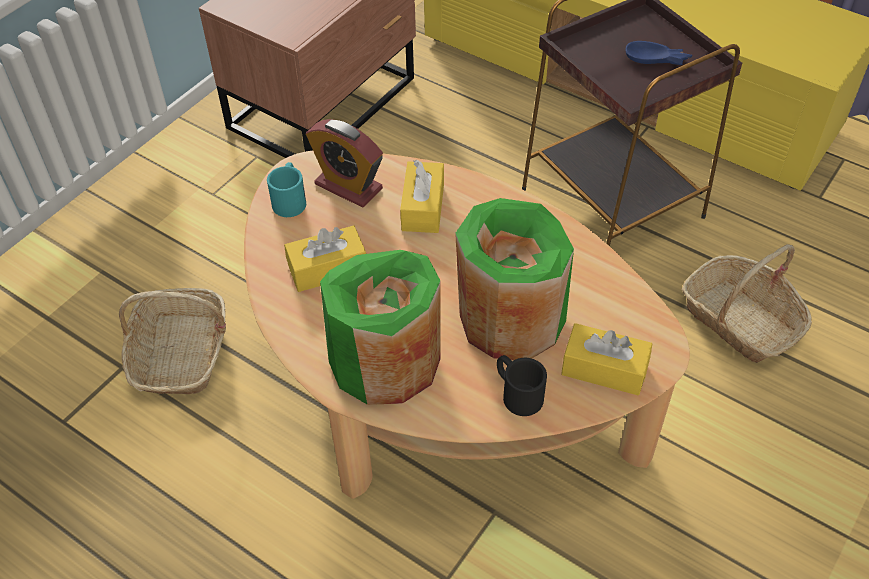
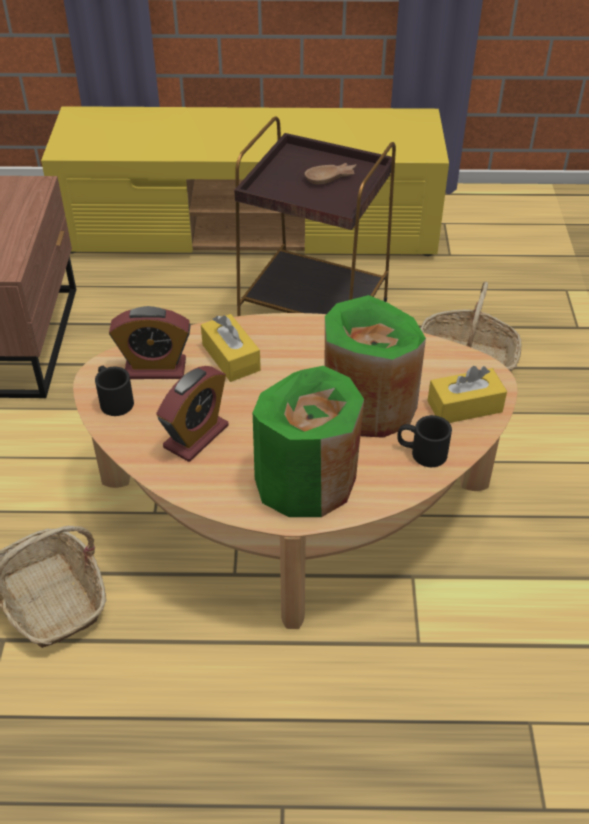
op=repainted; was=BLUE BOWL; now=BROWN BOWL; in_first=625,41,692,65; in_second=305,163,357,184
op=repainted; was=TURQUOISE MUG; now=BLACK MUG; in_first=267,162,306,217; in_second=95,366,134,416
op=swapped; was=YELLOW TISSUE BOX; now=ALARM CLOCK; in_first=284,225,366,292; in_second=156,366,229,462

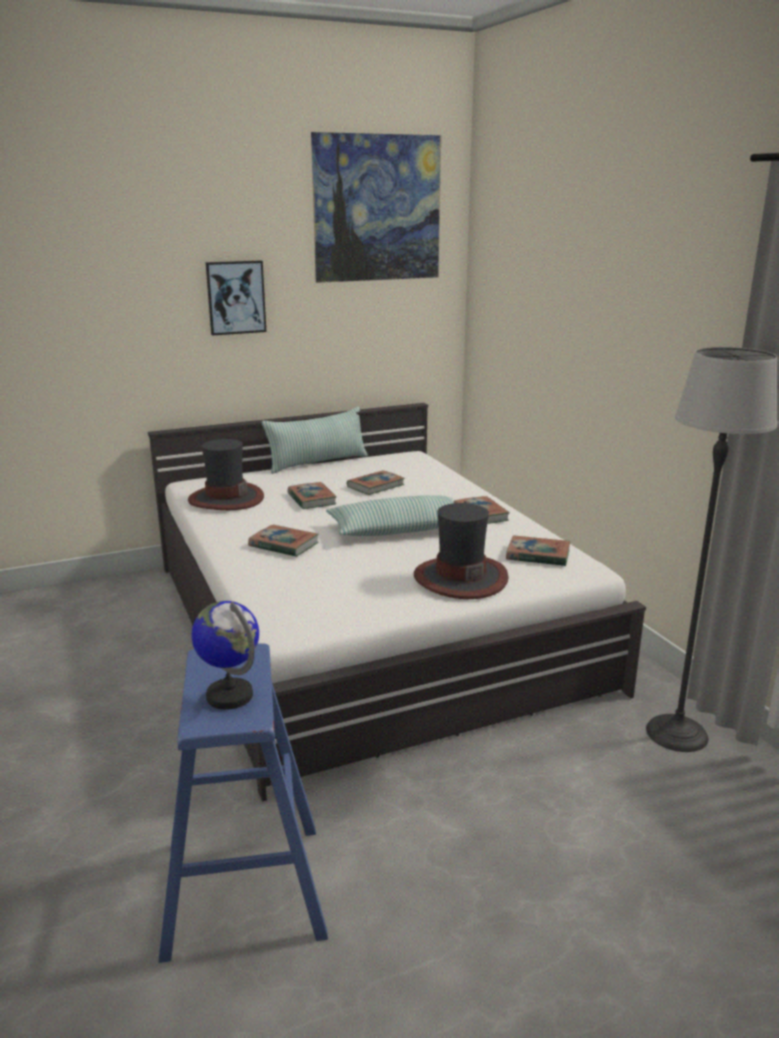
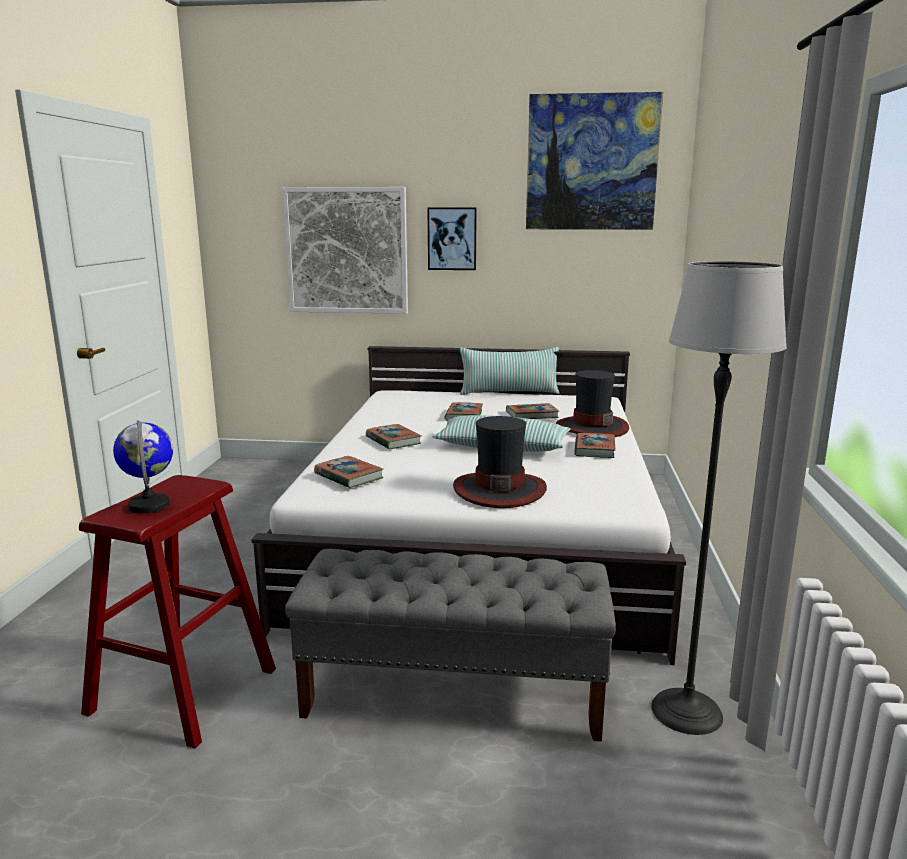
op=shifted; was=HAT; in_first=188,439,264,510; in_second=556,370,629,437
op=shifted; was=BOOK; in_first=506,535,570,566; in_second=314,456,383,488
op=repainted; was=BLUE STOOL; now=RED STOOL; in_first=158,643,328,963; in_second=79,475,276,749
op=new; now=PICTURE; in_second=282,187,408,314
op=new; now=GREY BENCH; in_second=285,549,616,742

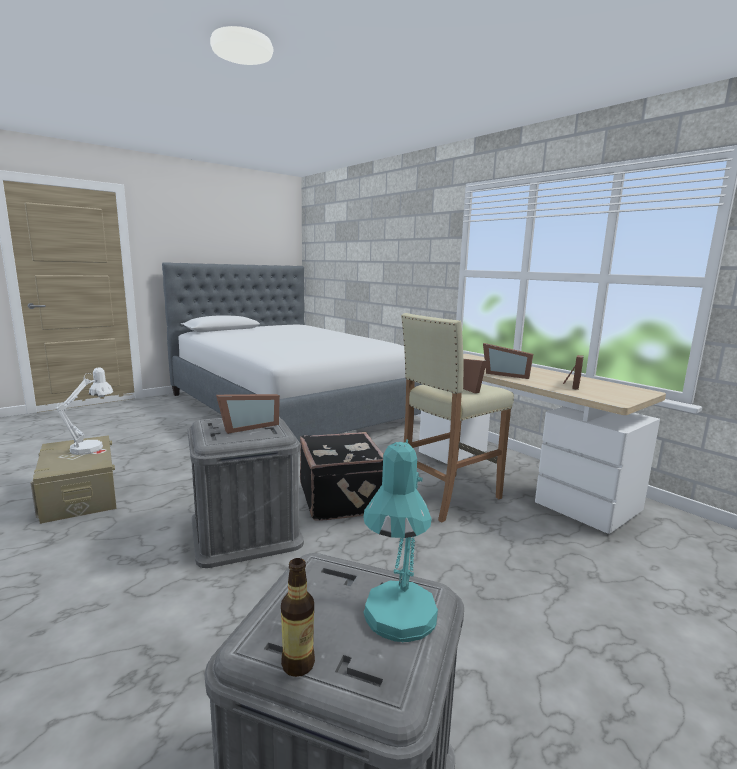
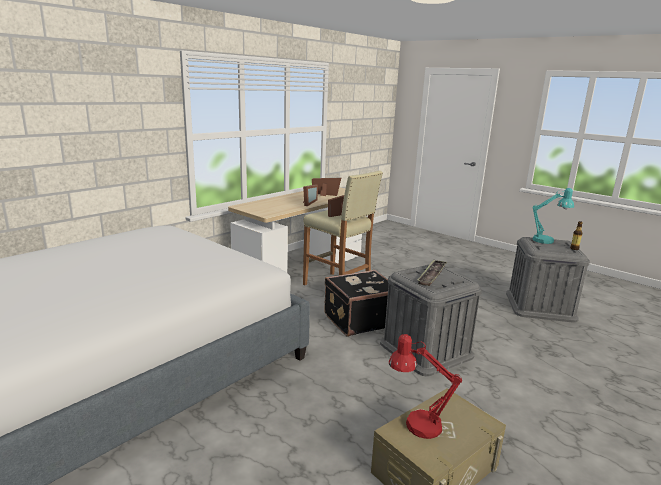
op=repainted; was=WHITE TABLE LAMP; now=RED TABLE LAMP; in_first=56,367,113,455; in_second=389,334,462,439
op=swapped; was=PICTURE FRAME; now=TRAY; in_first=216,394,280,434; in_second=418,260,447,286

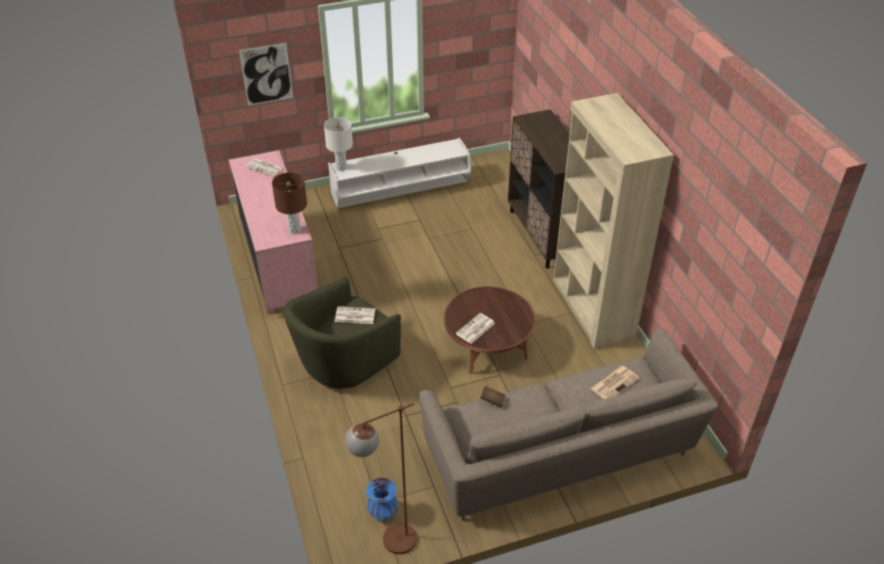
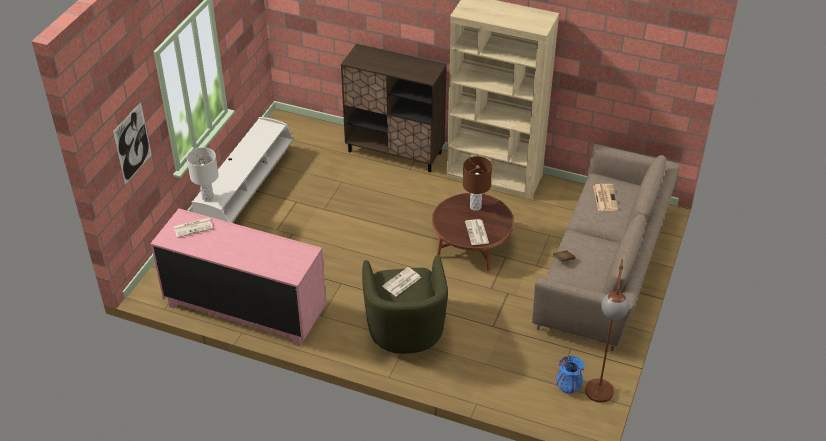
op=shifted; was=BROWN TABLE LAMP; in_first=272,172,307,234; in_second=463,156,492,211

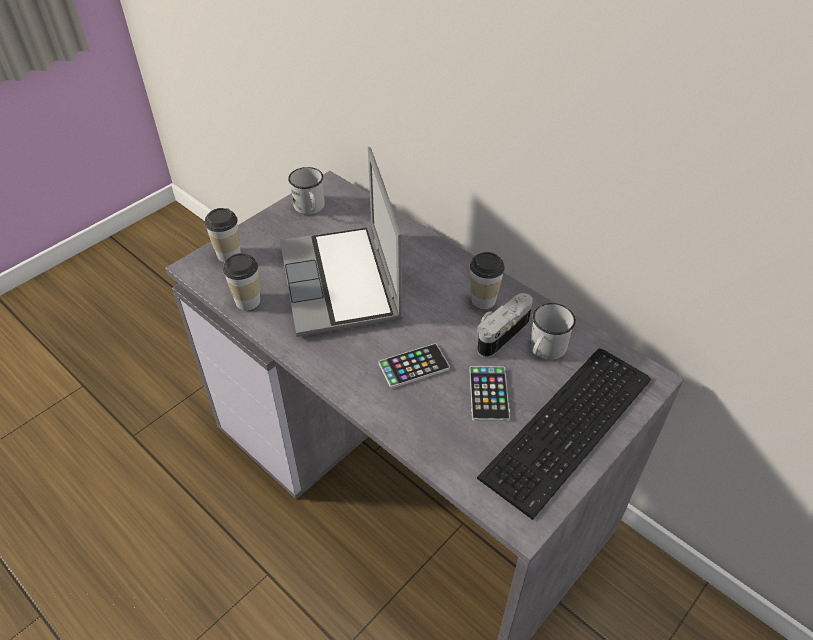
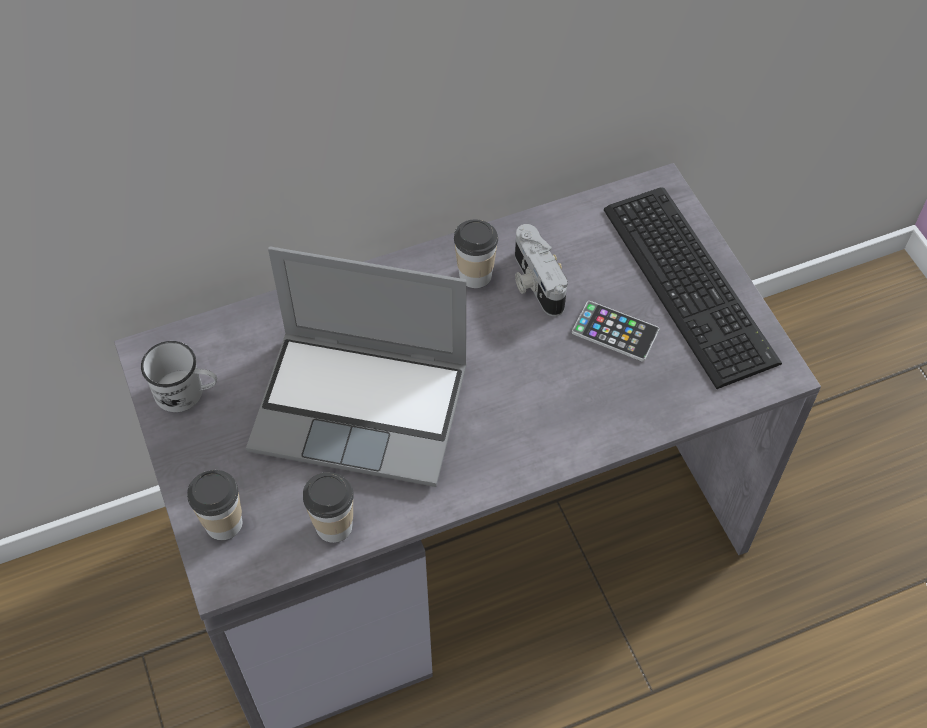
op=gone; was=WHITE MUG; in_first=529,303,576,360
op=gone; was=PHONE; in_first=379,343,450,388

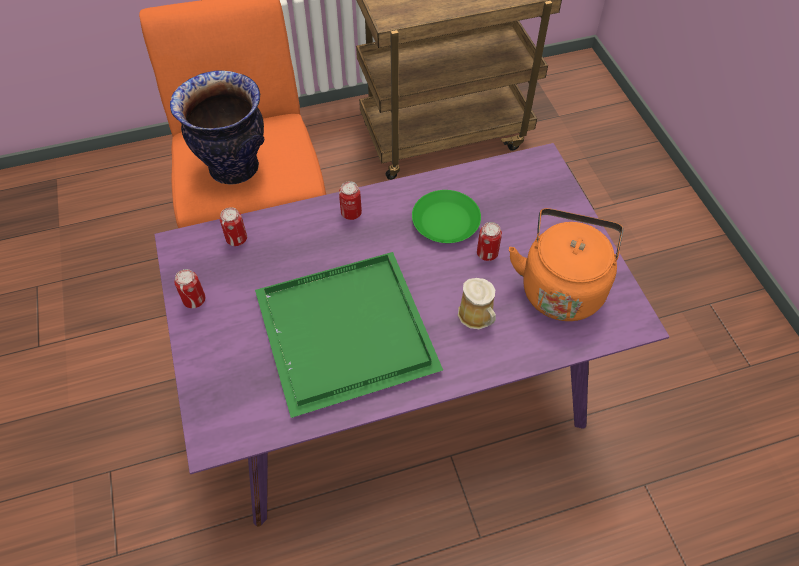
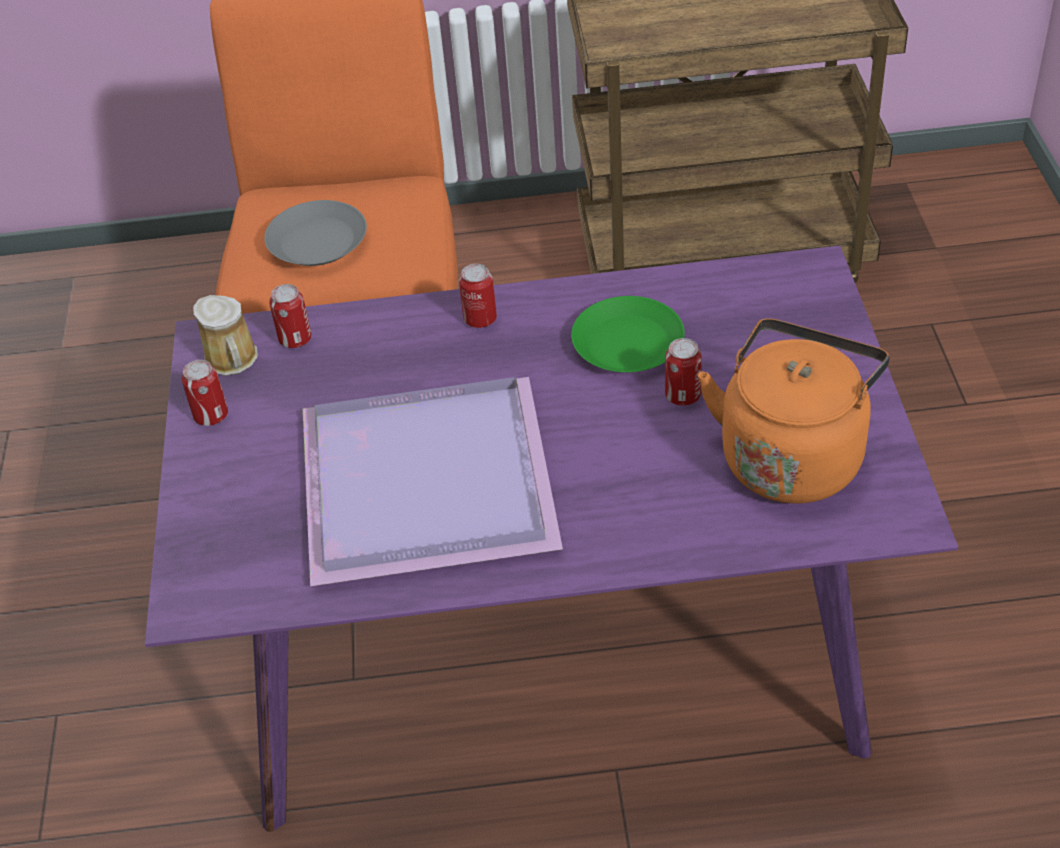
op=swapped; was=VASE; now=GREY PLATE; in_first=170,70,264,185; in_second=264,200,367,266
op=repainted; was=GREEN TRAY; now=PURPLE TRAY; in_first=255,252,443,418; in_second=303,377,563,586
op=shifted; was=MUG; in_first=458,278,496,329; in_second=193,295,258,376

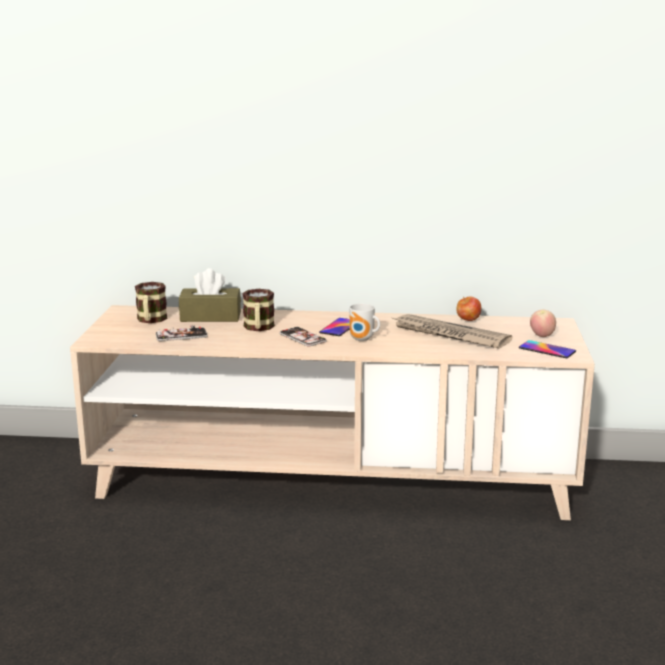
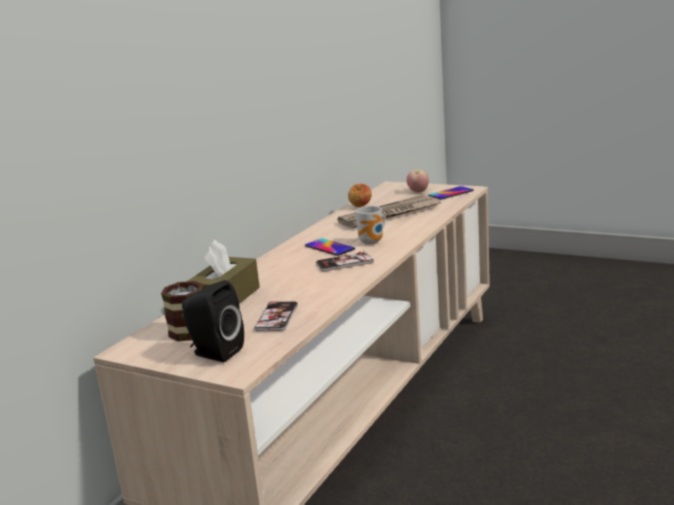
op=gone; was=MUG; in_first=242,289,275,331
op=new; now=BLACK SPEAKER; in_second=182,280,244,362

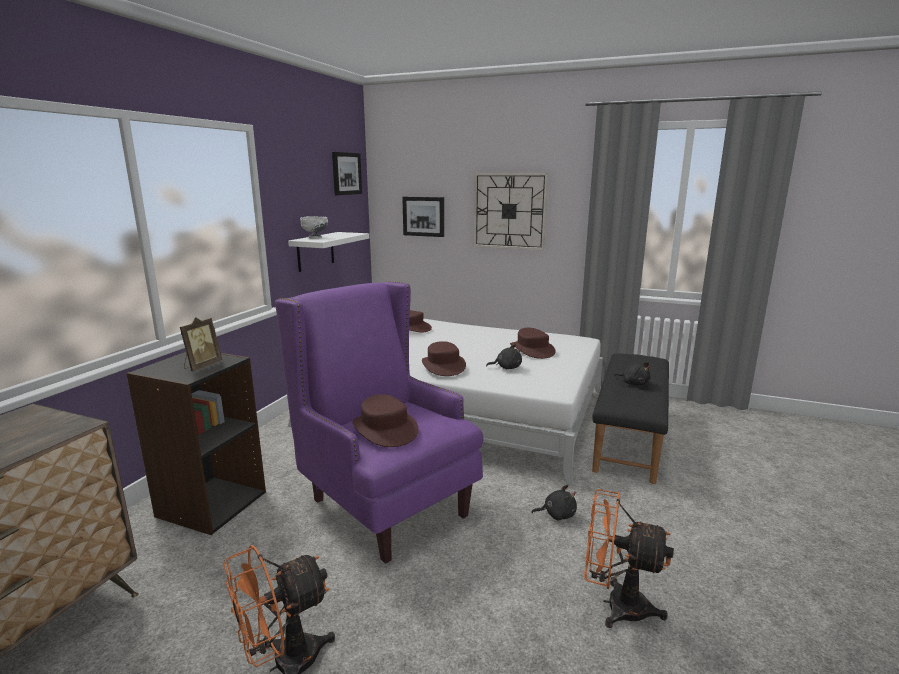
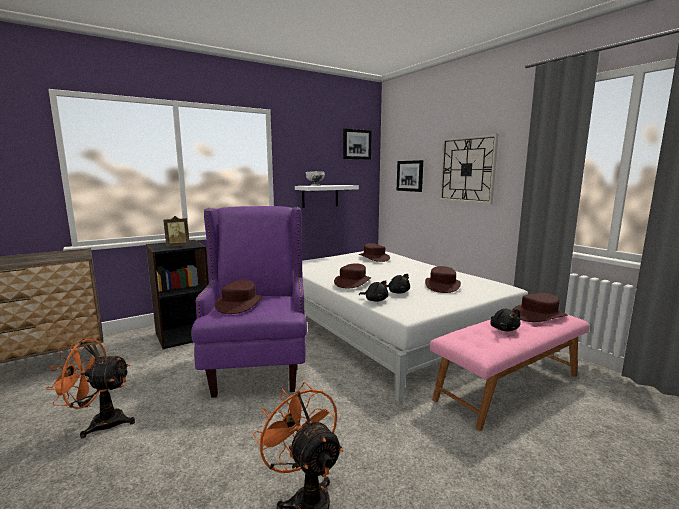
op=repainted; was=BLACK BENCH; now=PINK BENCH; in_first=592,353,669,484; in_second=430,314,590,431
op=shifted; was=BLACK PLUSH TOY; in_first=531,485,577,520; in_second=359,280,388,302
op=new; now=BROWN HAT; in_second=512,293,567,322

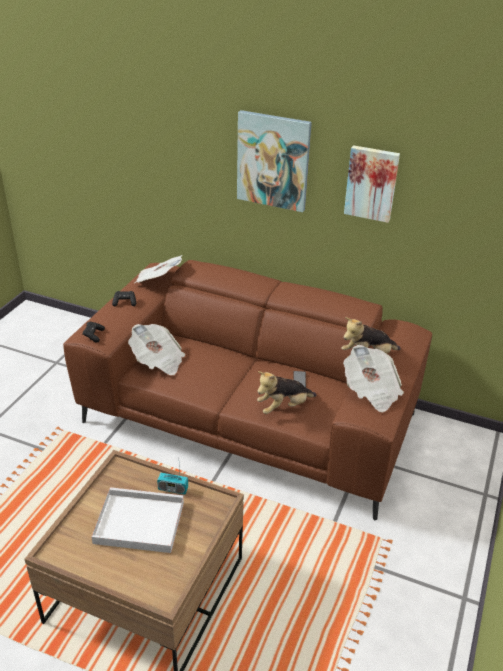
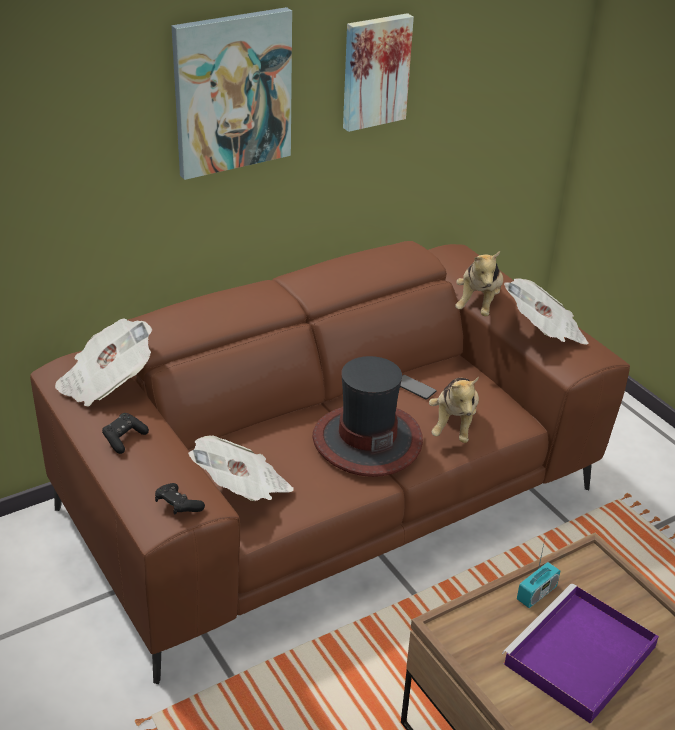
op=repainted; was=WHITE TRAY; now=PURPLE TRAY; in_first=91,487,184,553; in_second=502,584,659,723
op=new; now=HAT; in_second=312,356,423,477

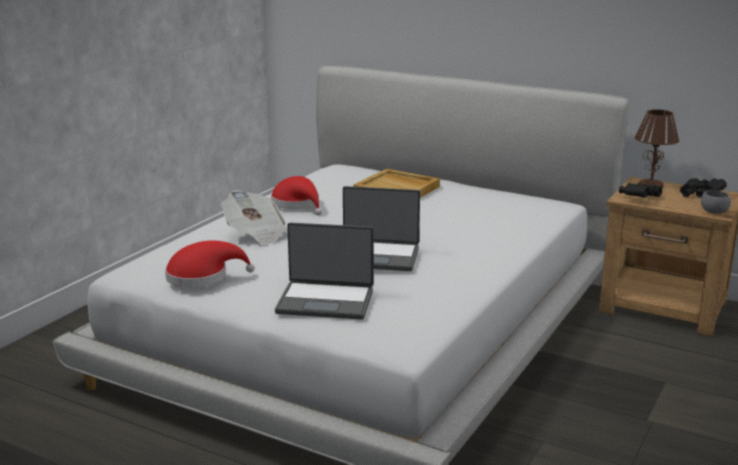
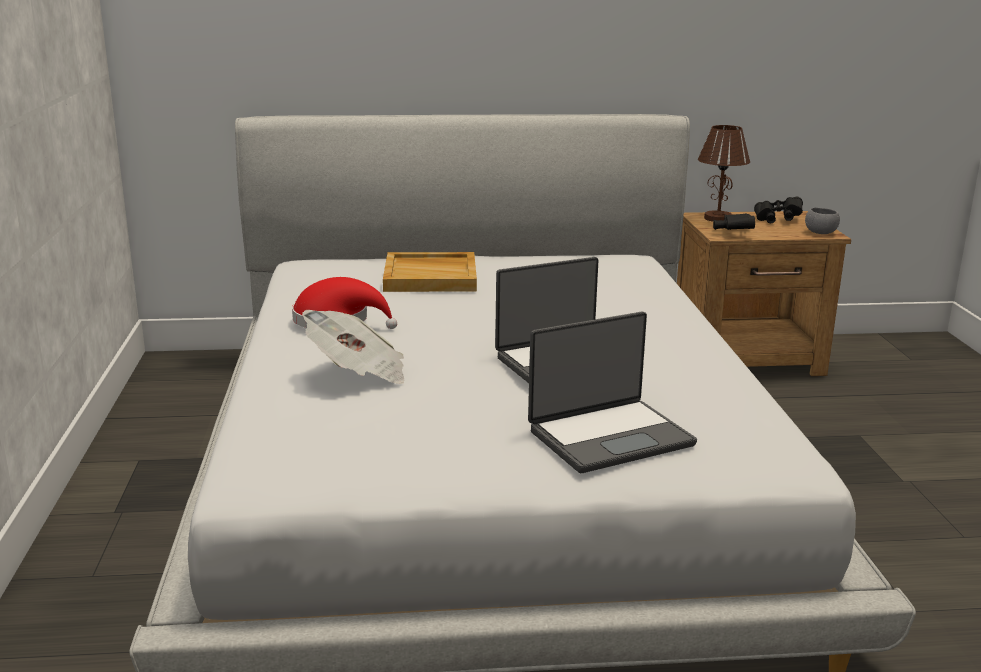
op=gone; was=RED HAT; in_first=165,241,255,287

